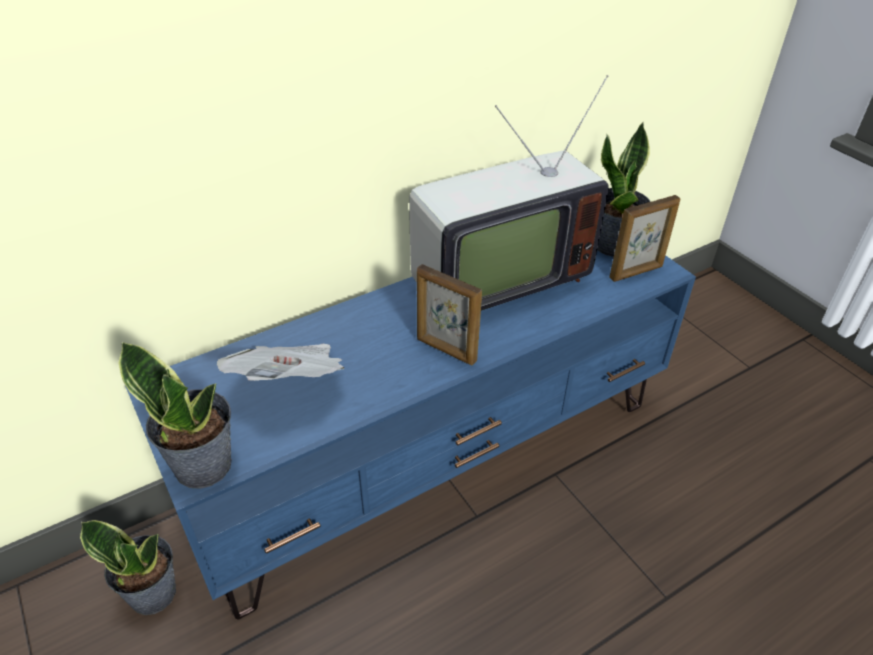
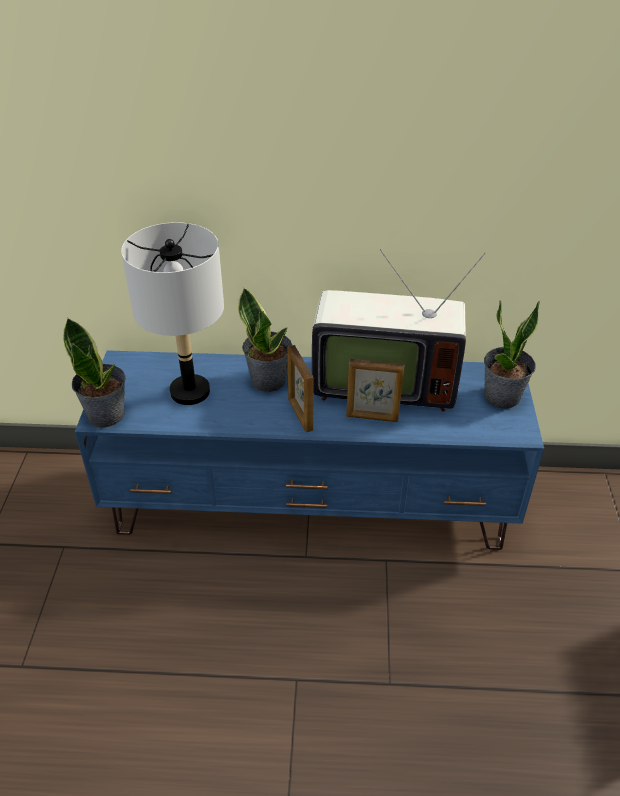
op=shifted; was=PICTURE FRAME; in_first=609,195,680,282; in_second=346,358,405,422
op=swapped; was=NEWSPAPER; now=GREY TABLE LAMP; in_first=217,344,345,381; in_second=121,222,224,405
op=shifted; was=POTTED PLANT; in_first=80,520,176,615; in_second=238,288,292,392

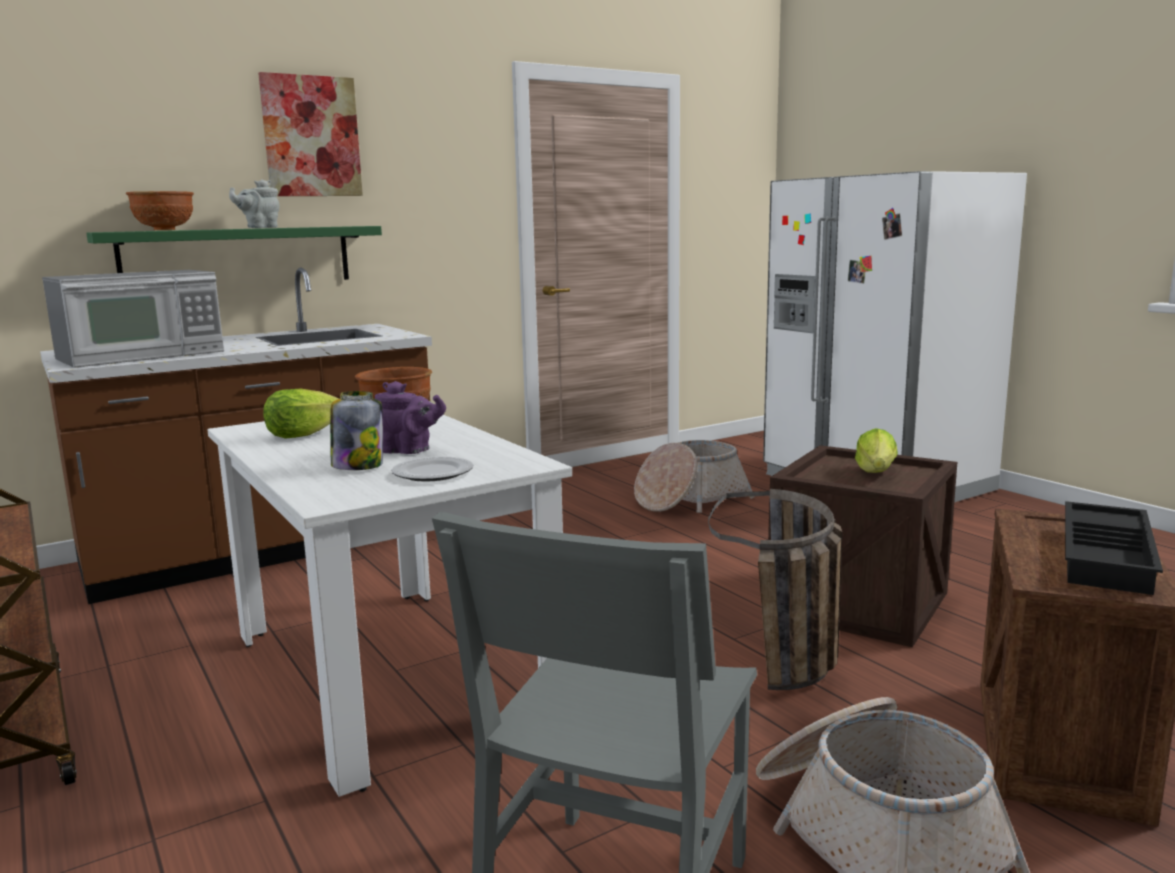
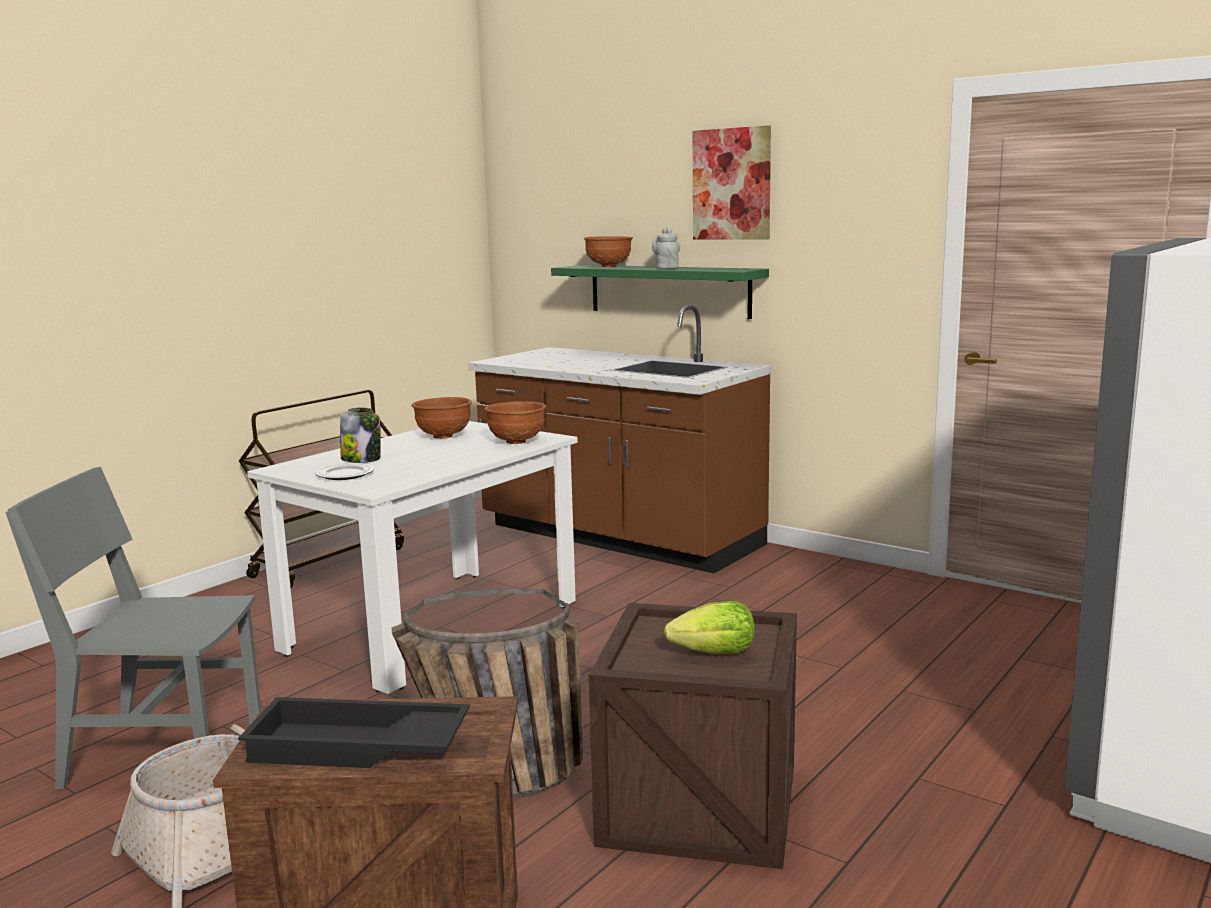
op=rotated; was=GREY TEAPOT; in_first=229,179,279,228; in_second=652,226,680,269; clockwise=60
op=gone; was=MICROWAVE; in_first=42,270,224,368
op=gone; was=PURPLE TEAPOT; in_first=375,381,446,454
op=swapped; was=LETTUCE; now=BROWN BOWL; in_first=263,389,338,438; in_second=412,397,472,439
op=gone; was=BASKET; in_first=634,440,755,513

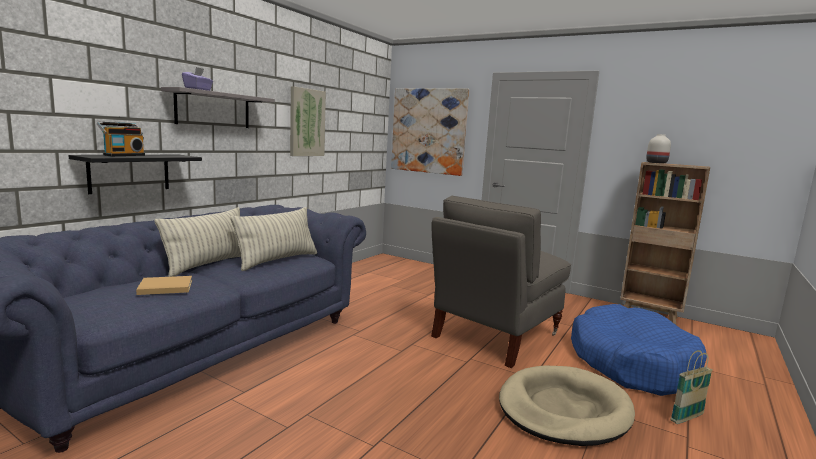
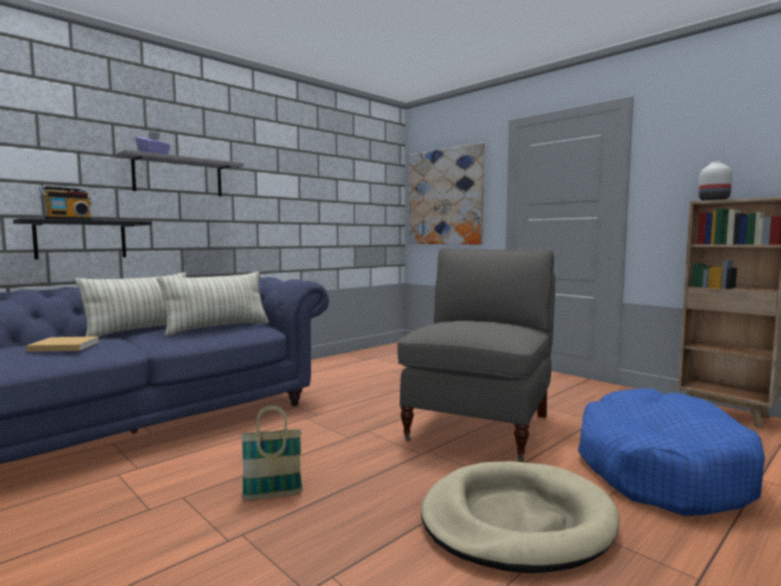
op=gone; was=PICTURE; in_first=290,86,326,156
op=rotated; was=GREY ARMCHAIR; in_first=431,196,571,368; in_second=397,249,555,462; clockwise=150
op=shifted; was=BASKET; in_first=671,350,713,424; in_second=241,405,303,500

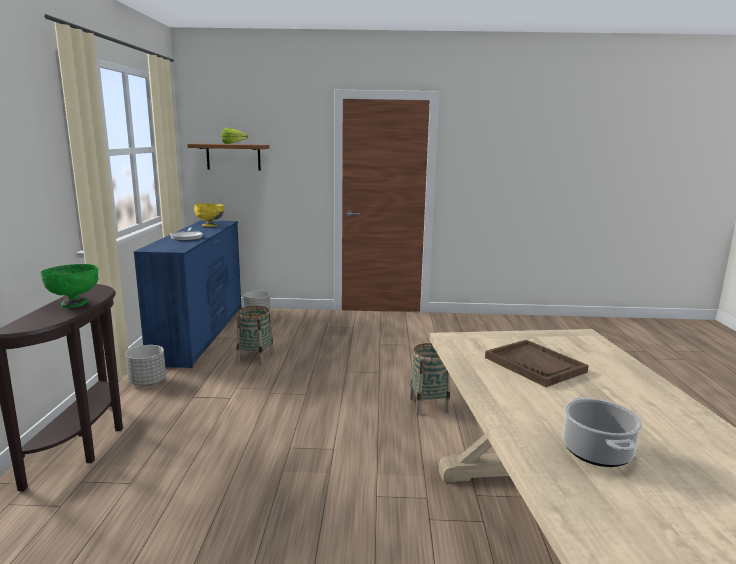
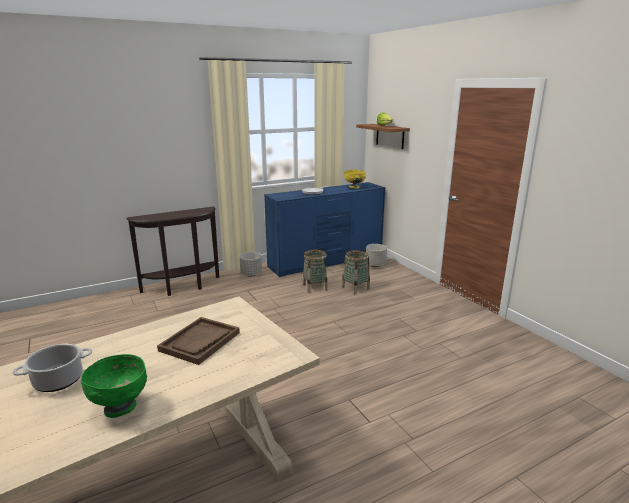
op=shifted; was=GREEN BOWL; in_first=40,264,98,308; in_second=81,354,147,418
op=shifted; was=BASKET; in_first=409,343,450,415; in_second=342,250,370,294

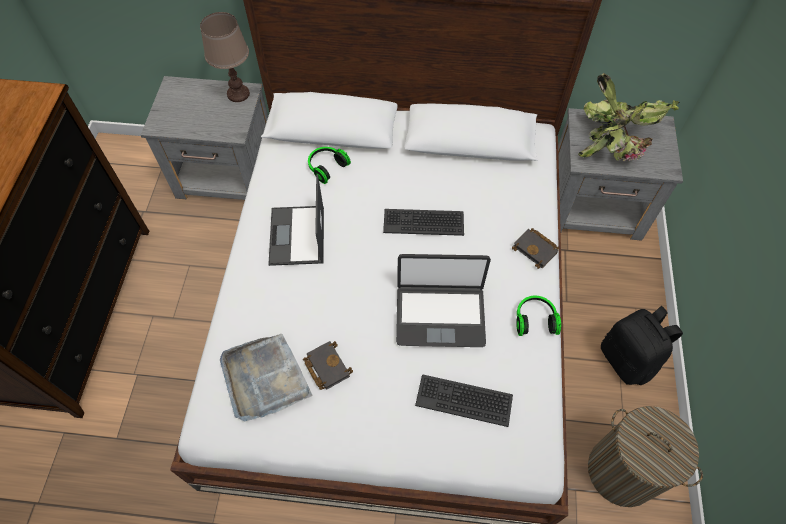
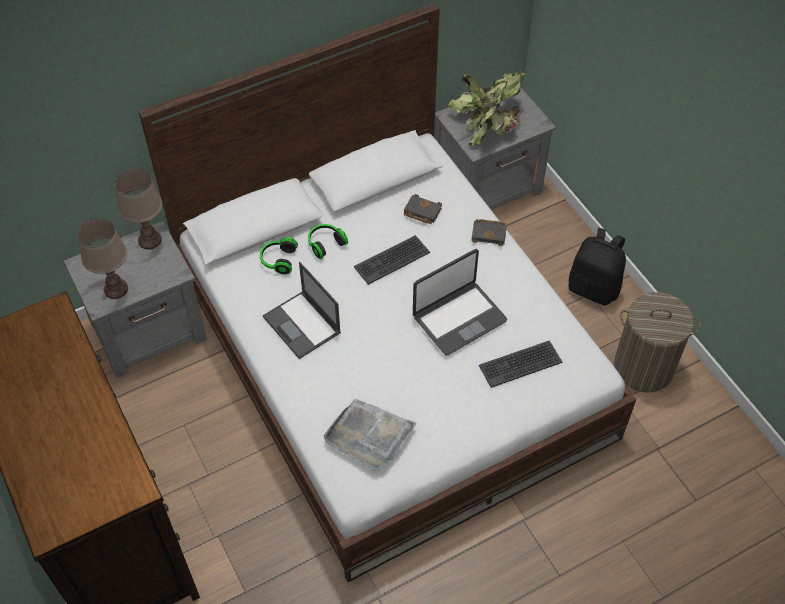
op=shifted; was=HEADPHONES; in_first=516,296,561,336; in_second=308,224,348,259
op=shifted; was=BLACK BOOK; in_first=303,341,353,390; in_second=404,194,442,224
op=new; now=BROWN TABLE LAMP; in_second=77,218,128,299

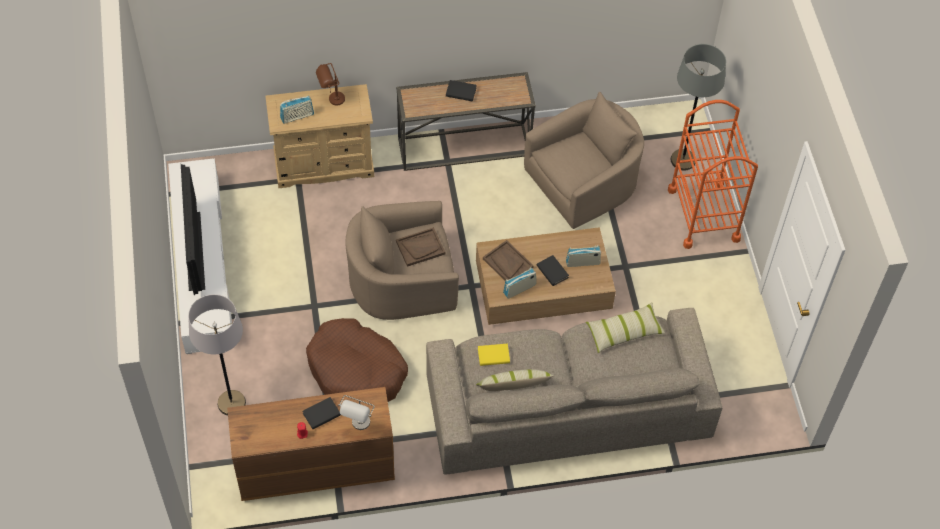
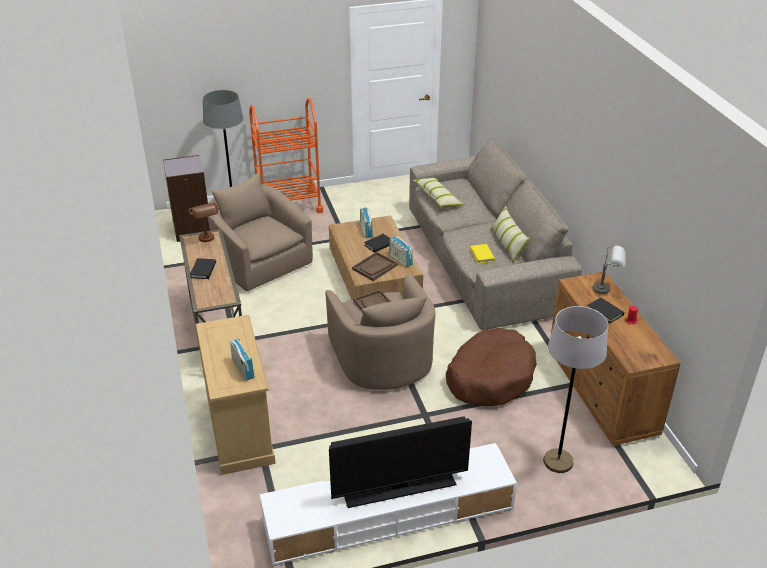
op=shifted; was=BROWN TABLE LAMP; in_first=316,63,345,105; in_second=188,203,219,242
op=new; now=GREY BOOKCASE; in_second=163,155,210,242

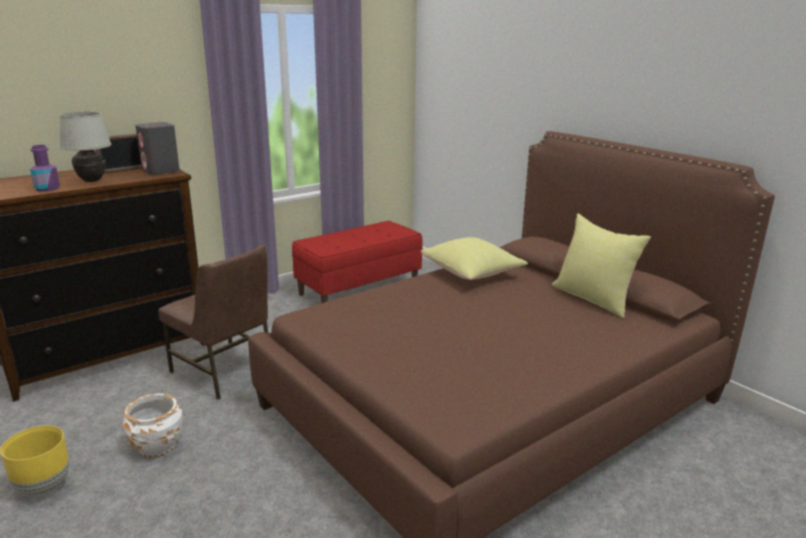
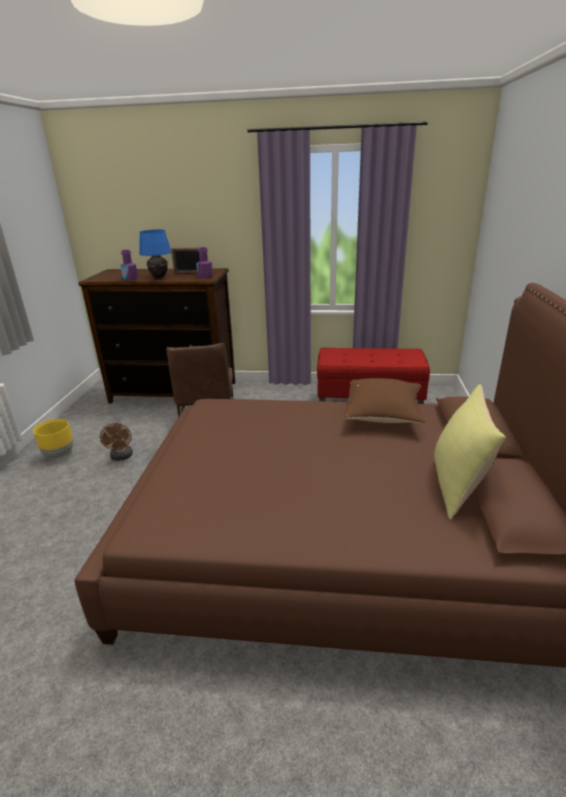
op=repainted; was=WHITE TABLE LAMP; now=BLUE TABLE LAMP; in_first=59,112,112,182; in_second=139,230,172,278
op=swapped; was=GREY SPEAKER; now=PURPLE BOTTLE; in_first=135,122,180,175; in_second=196,247,213,278
op=repainted; was=YELLOW PILLOW; now=BROWN PILLOW; in_first=421,237,528,280; in_second=343,378,425,423
op=swapped; was=WHITE PLANTER; now=BROWN FAN; in_first=122,394,183,458; in_second=100,423,133,461

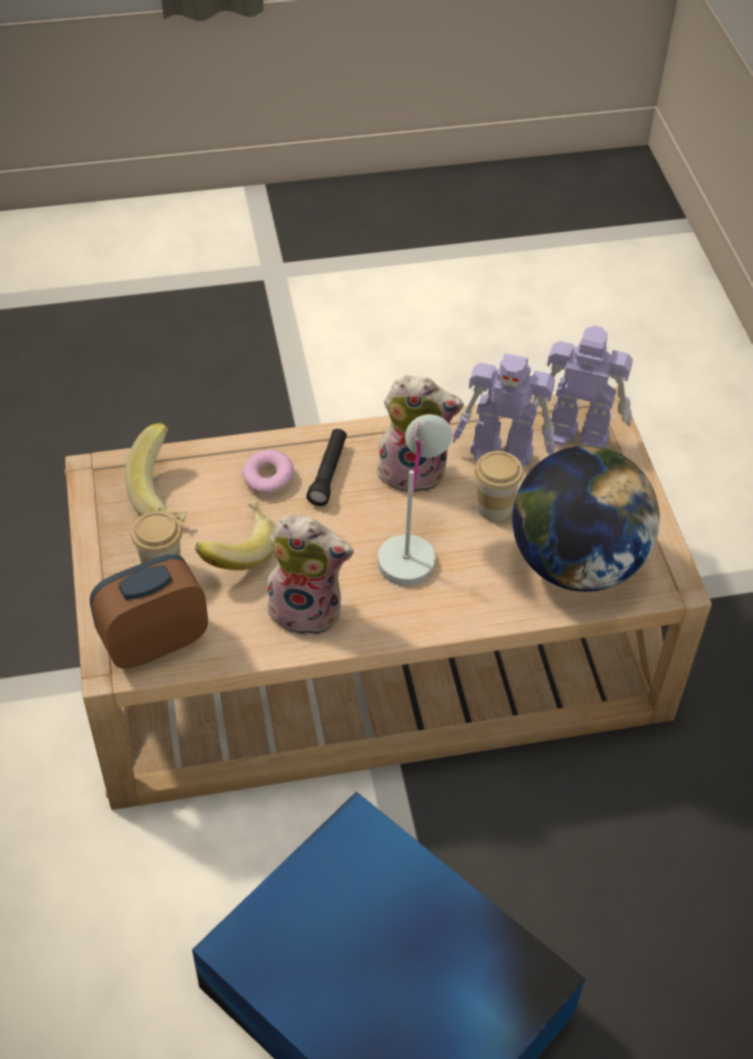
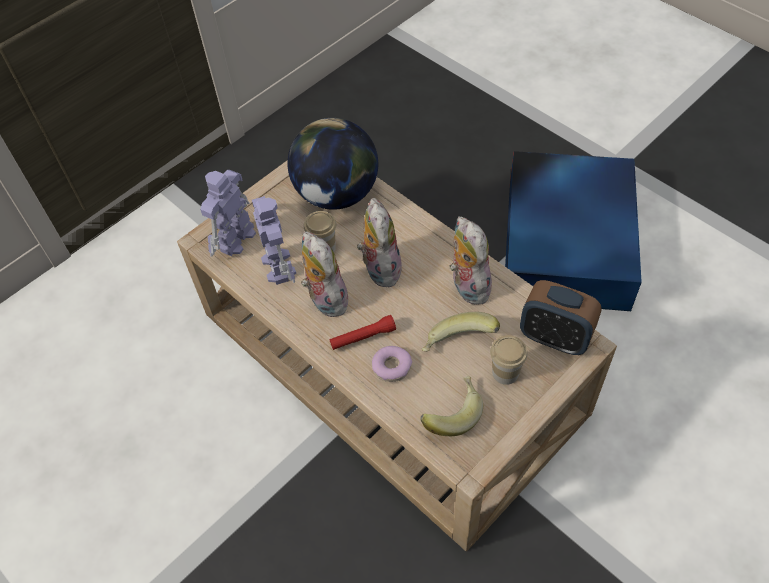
op=rotated; was=TOY ROBOT; in_first=532,325,633,448; in_second=200,170,256,257; clockwise=45
op=swapped; was=WHITE TABLE LAMP; now=PLUSH TOY; in_first=378,414,452,586; in_second=357,198,402,287
op=repainted; was=BLACK FLASHLIGHT; now=RED FLASHLIGHT; in_first=306,429,347,506; in_second=329,315,396,350

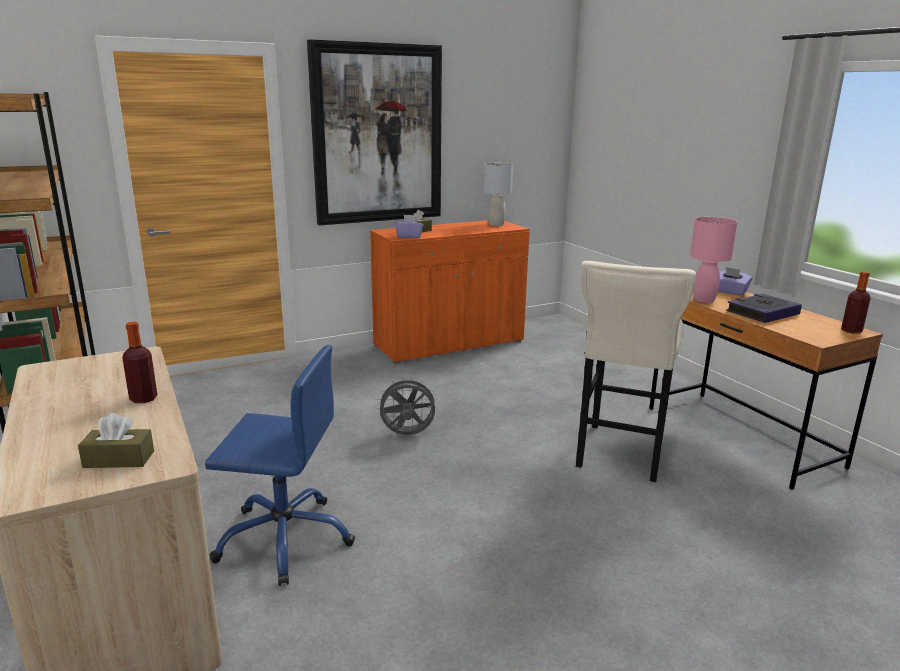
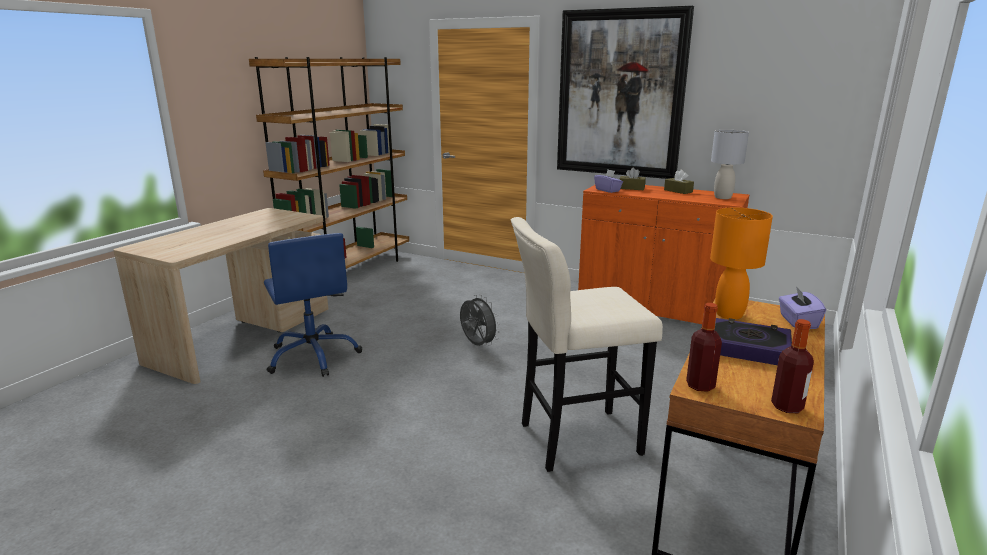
op=repainted; was=PINK TABLE LAMP; now=ORANGE TABLE LAMP; in_first=690,217,737,303; in_second=710,208,773,319
op=shifted; was=BOTTLE; in_first=122,322,157,403; in_second=686,303,722,392
op=shifted; was=BROWN TISSUE BOX; in_first=78,413,154,468; in_second=664,170,694,194

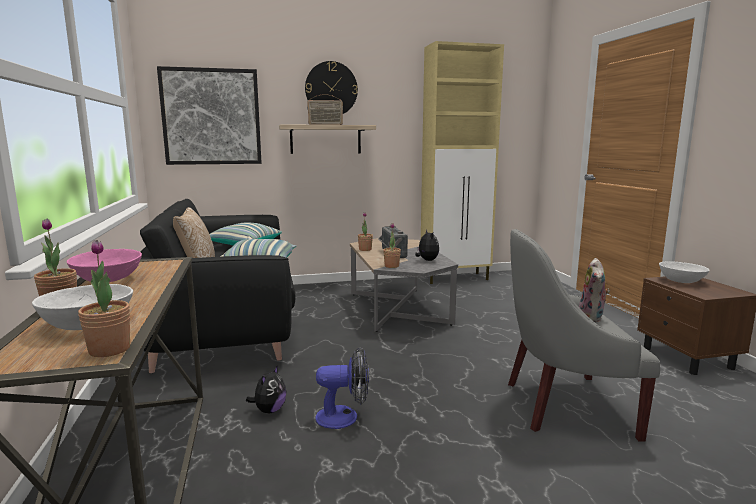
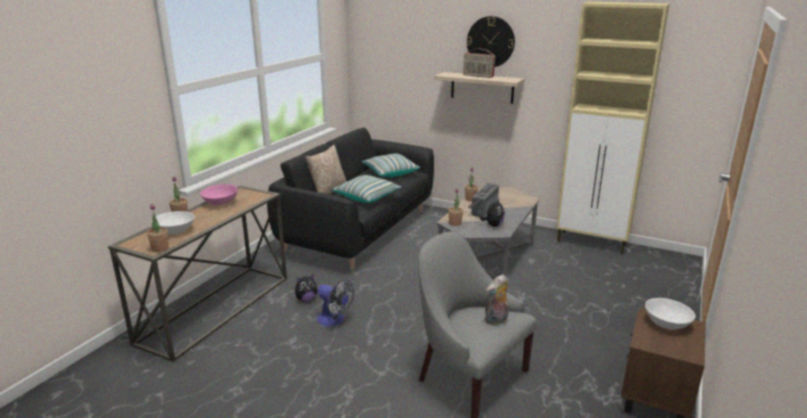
op=gone; was=PICTURE; in_first=157,66,262,165

